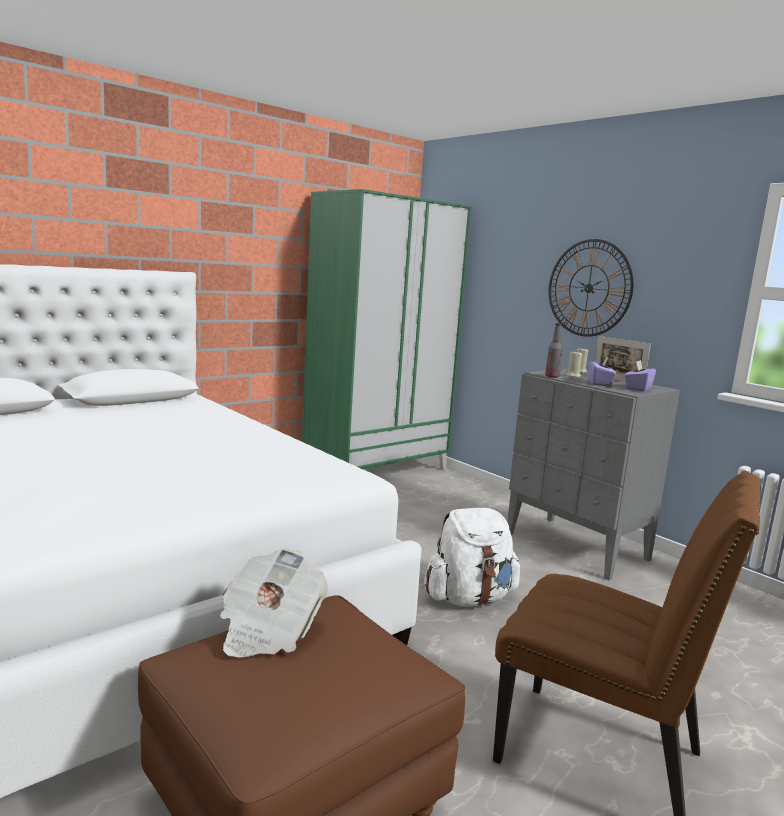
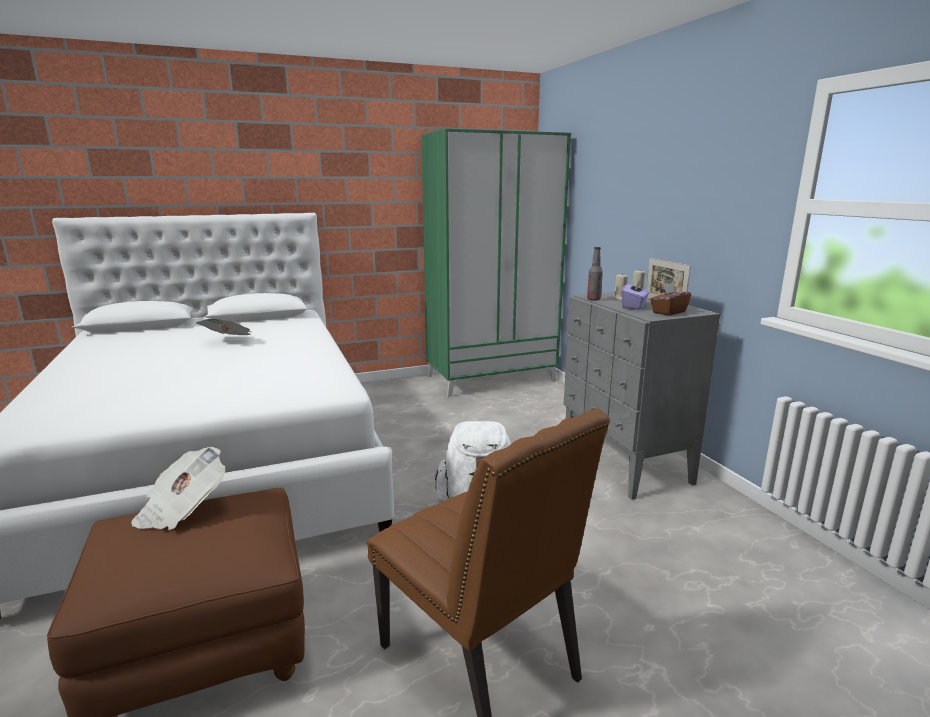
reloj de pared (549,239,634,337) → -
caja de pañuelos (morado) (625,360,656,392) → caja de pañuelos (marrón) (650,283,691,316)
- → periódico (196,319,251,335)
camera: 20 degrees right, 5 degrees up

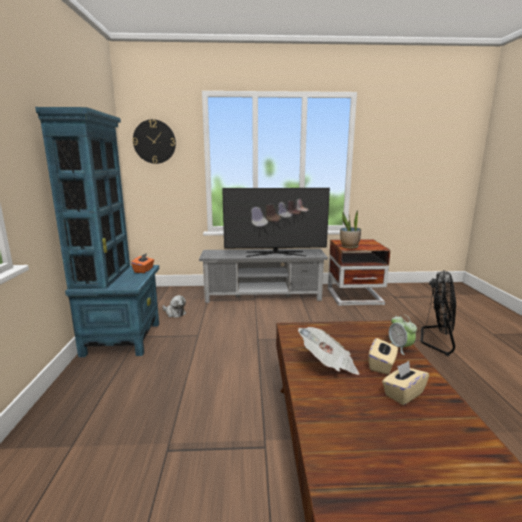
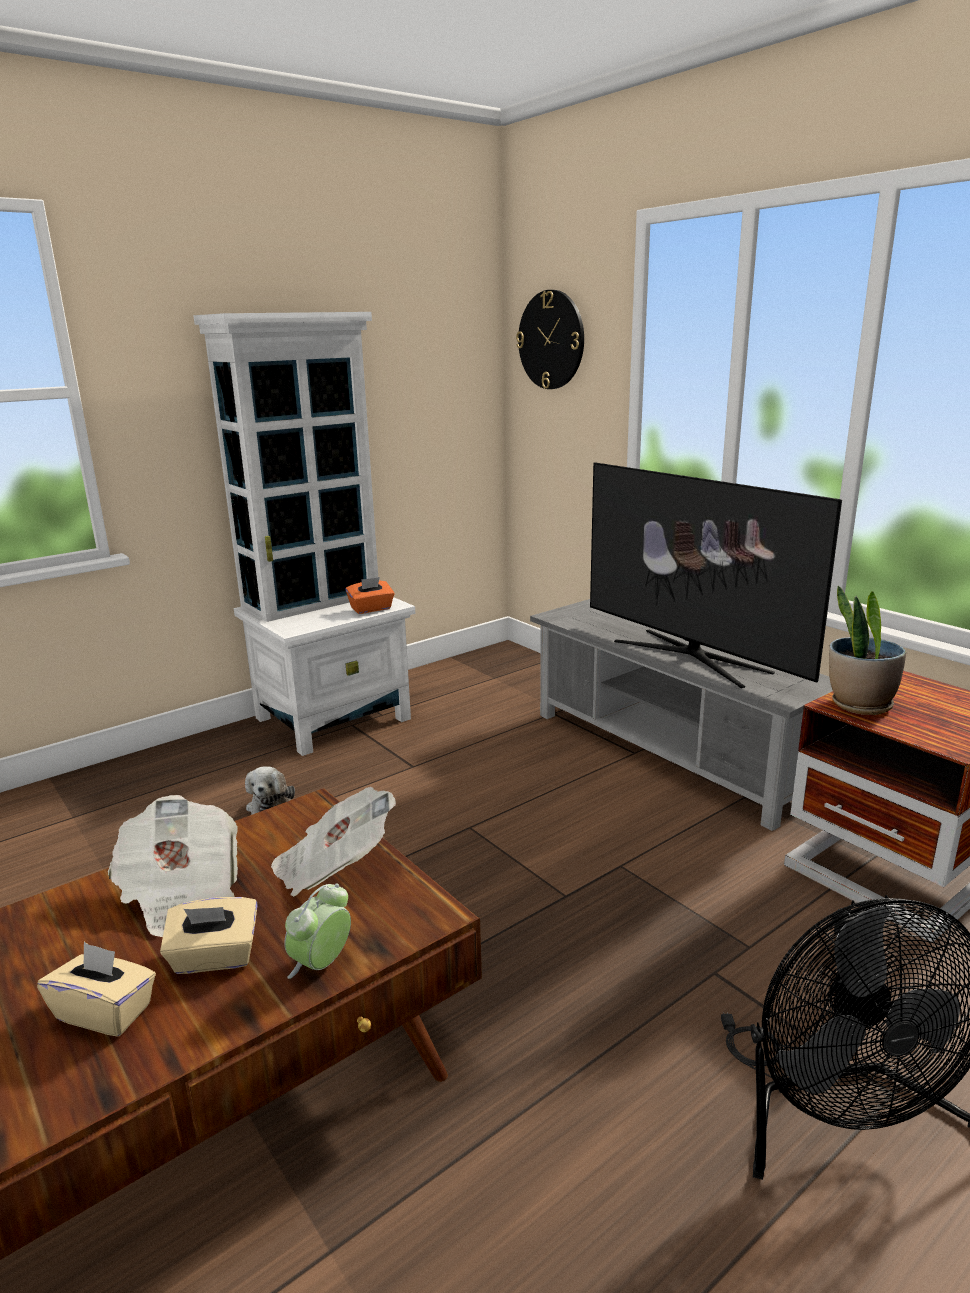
armario (azul) (35,107,159,357) → armario (blanco) (193,312,415,756)
peluche (162,295,186,318) → peluche (245,766,295,815), moved
- → periódico (271,787,396,897)
camera: 55 degrees right, 5 degrees up

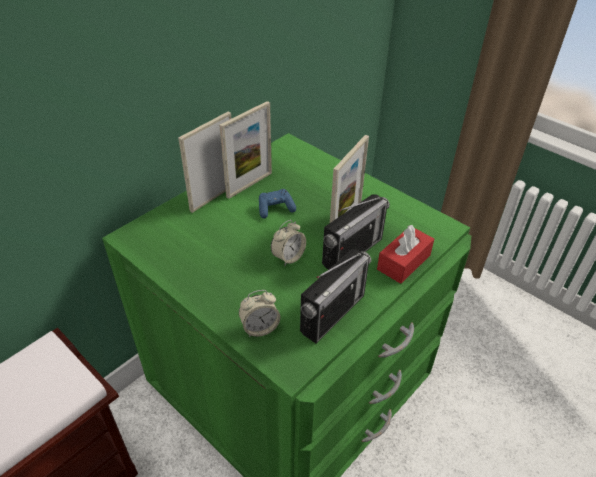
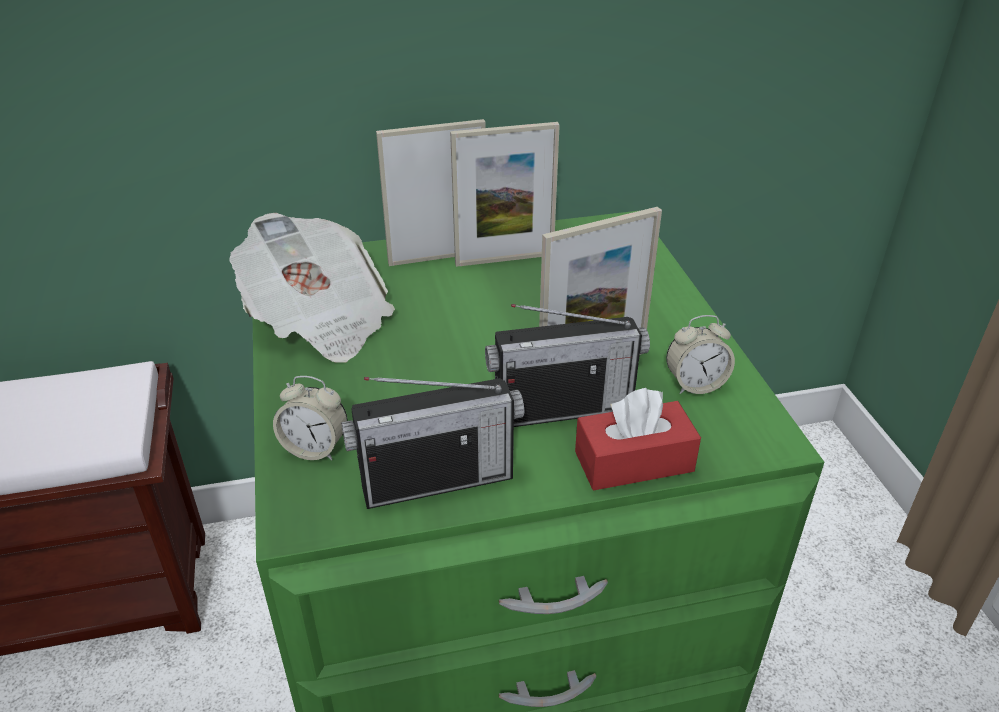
mando de consola (azul) (259,189,296,219) → -
despertador (271,220,306,266) → despertador (666,315,735,394), moved
- → periódico (229,213,395,363)
camera: 35 degrees right, 5 degrees down

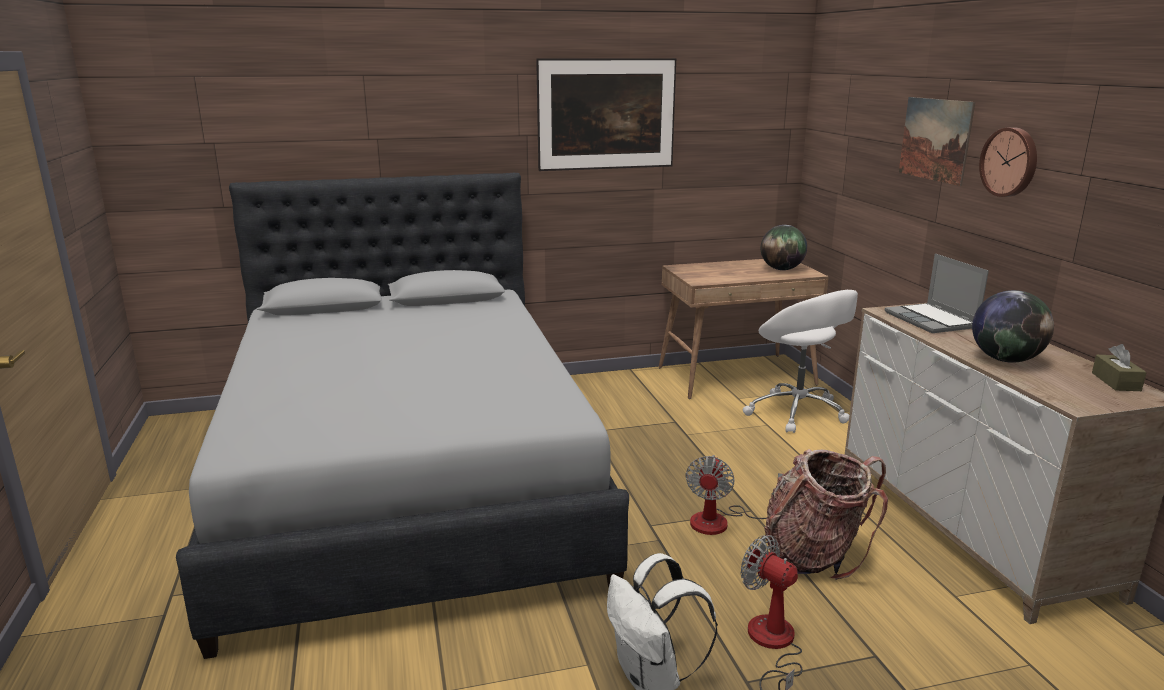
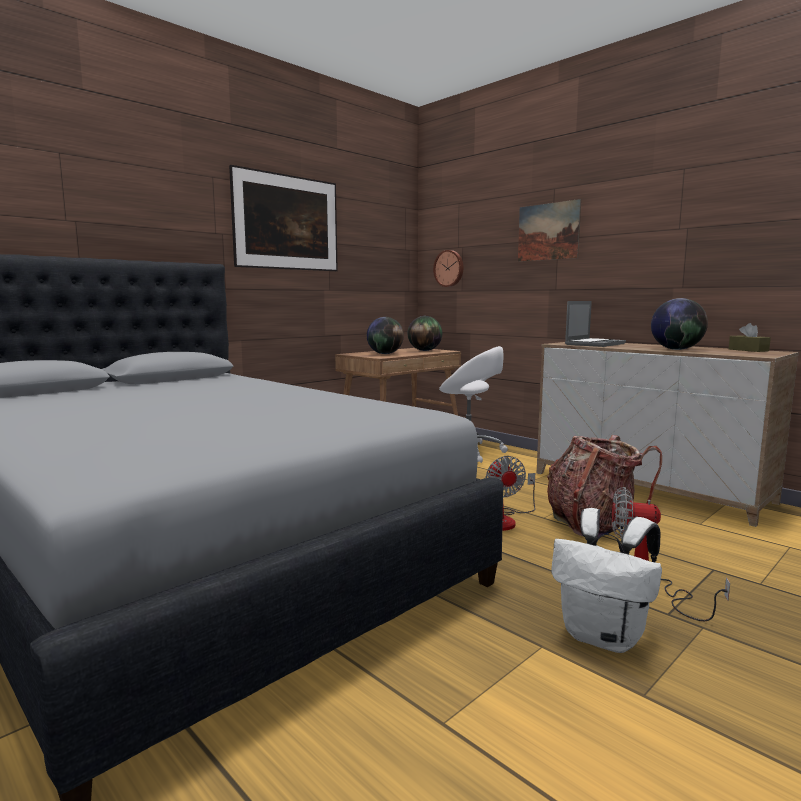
portátil (885,253,989,333) → portátil (565,301,626,347), 90 degrees counterclockwise
reloj de pared (979,127,1037,197) → reloj de pared (433,250,463,287), moved
- → globo terráqueo (367,317,404,354)
camera: 30 degrees left, 10 degrees down

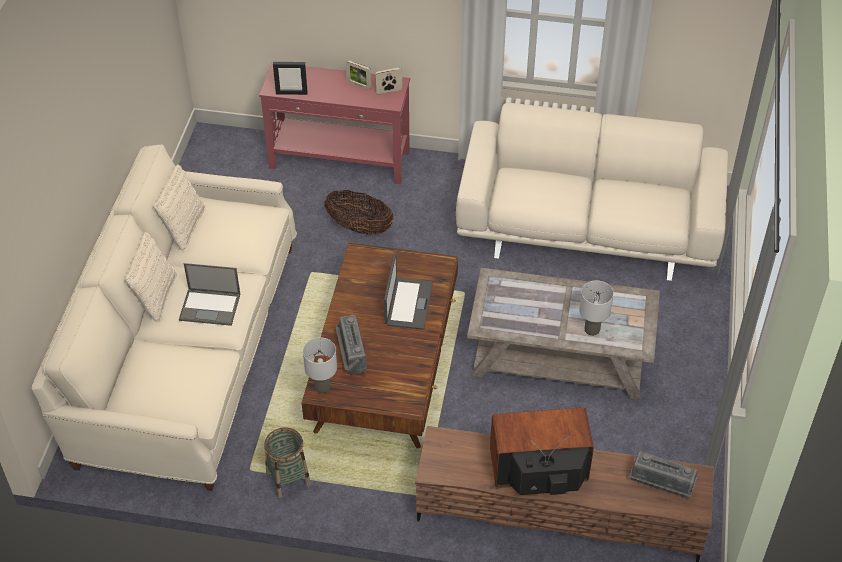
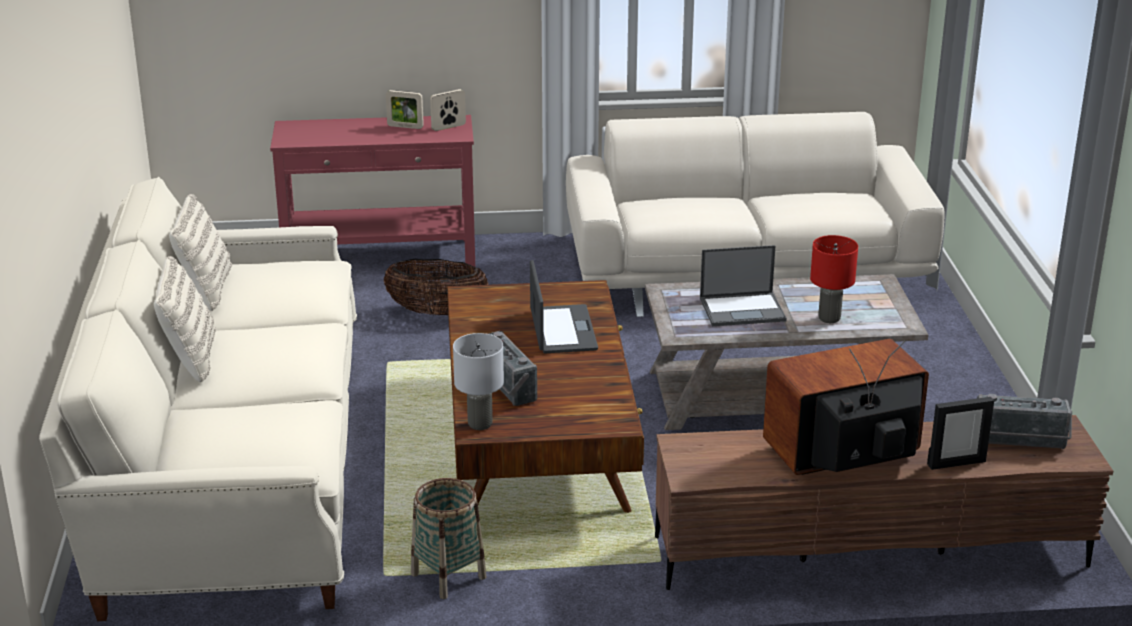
portátil (179,263,240,326) → portátil (700,245,787,326), moved
portarretratos (273,62,308,95) → portarretratos (927,397,994,470), moved
lámpara de mesa (blanco) (579,281,614,336) → lámpara de mesa (rojo) (810,235,858,323)
camera: 15 degrees left, 20 degrees down

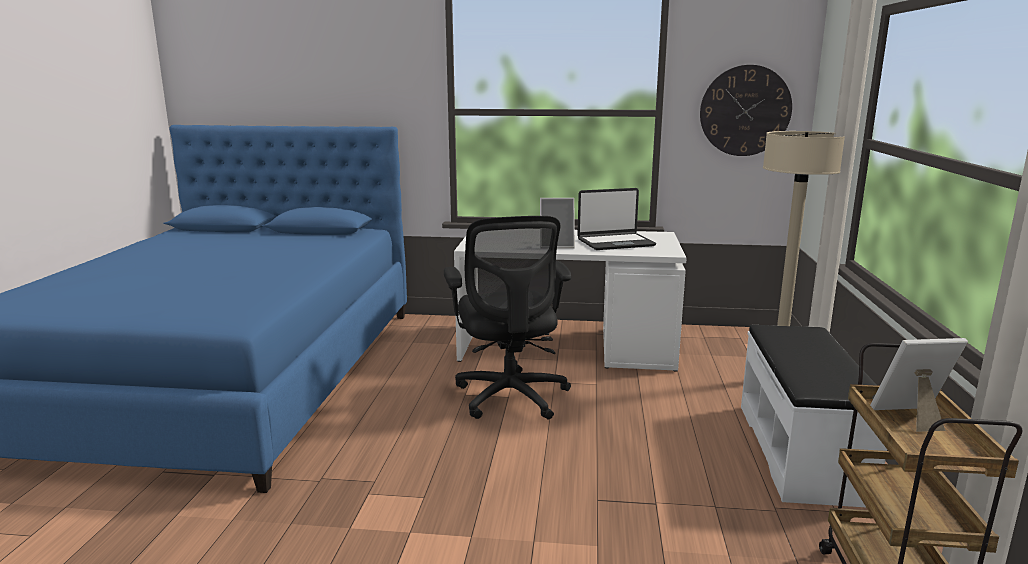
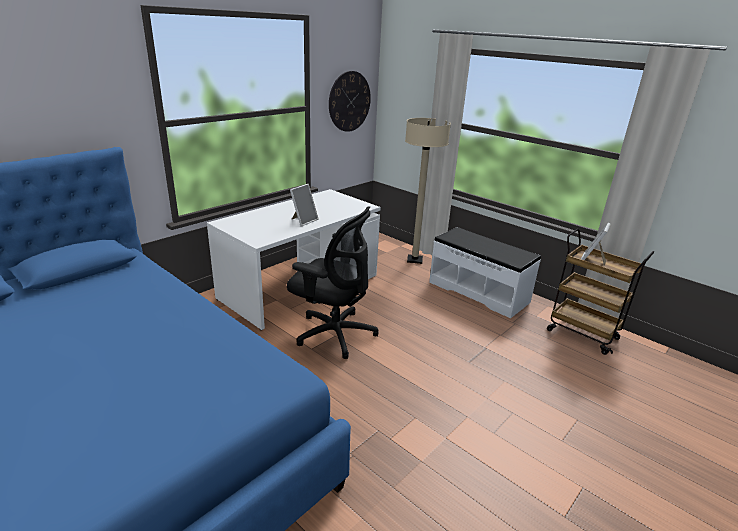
portátil (577,188,656,250) → -
camera: 55 degrees left, 10 degrees up

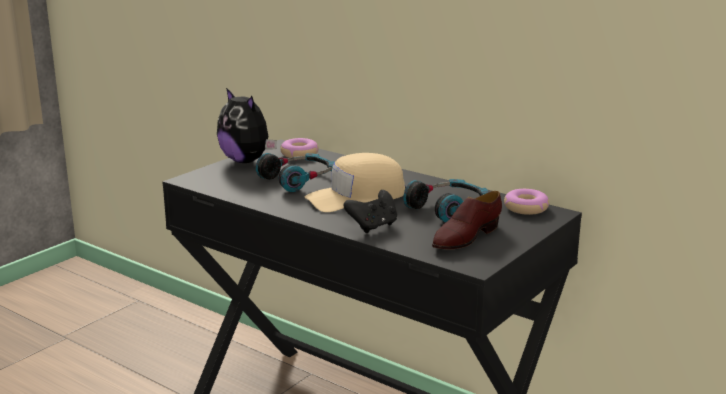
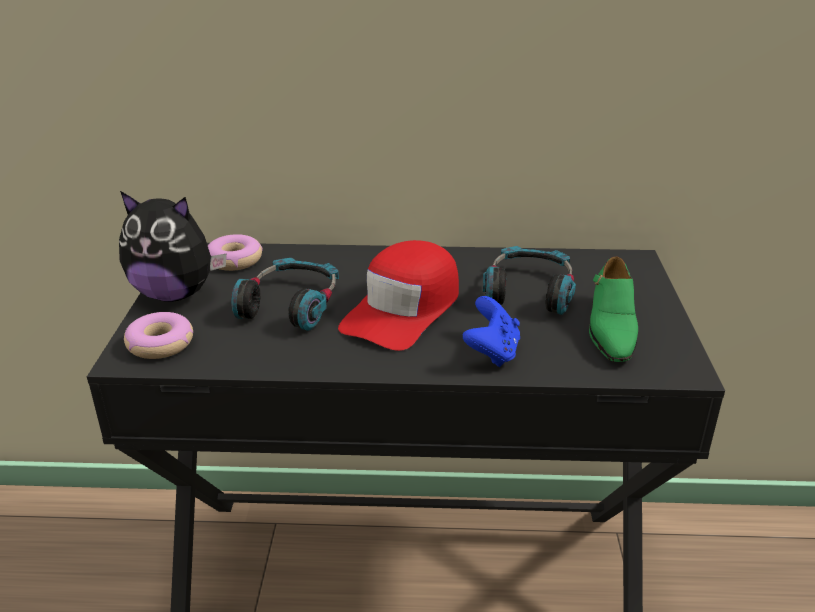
gorra (beis) (305,153,406,212) → gorra (rojo) (338,240,459,351)
mando de consola (negro) (344,190,397,233) → mando de consola (azul) (463,296,520,367)
zapato (marrón) (432,191,502,249) → zapato (verde) (589,256,638,362)
rosquilla (504,189,549,215) → rosquilla (124,312,193,359), moved
camera: 35 degrees left, 10 degrees up

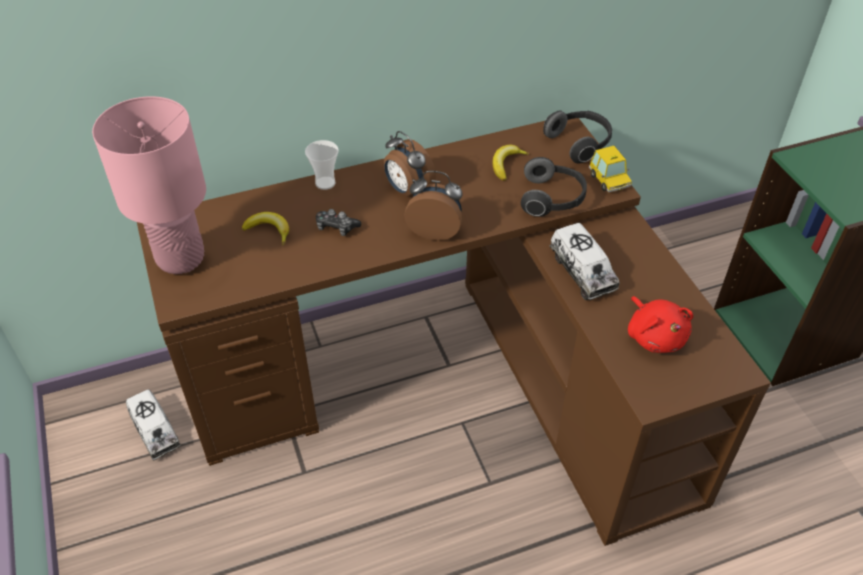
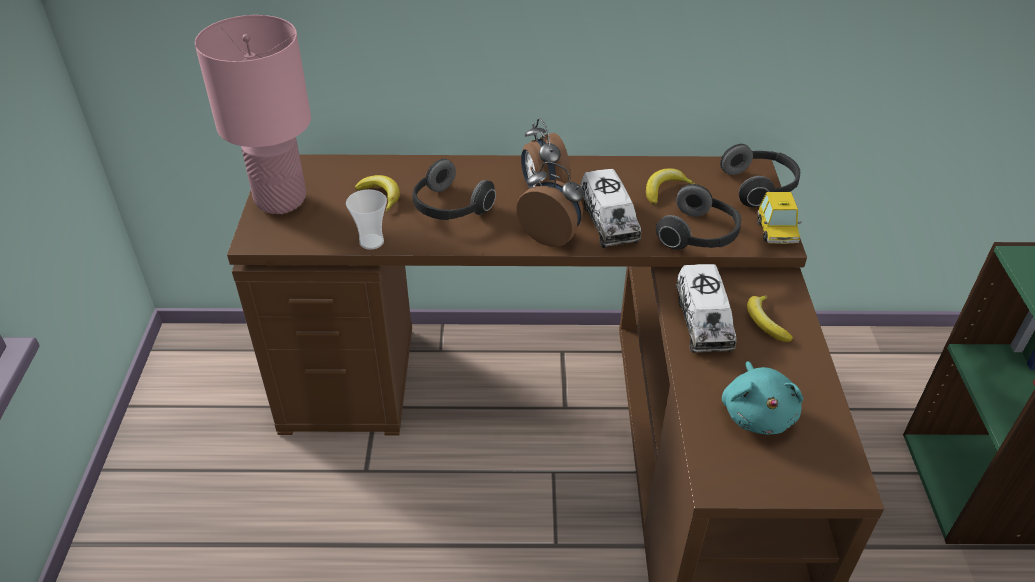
camión de juguete (126,389,181,460) → camión de juguete (580,169,641,248), moved
taza (305,140,339,190) → taza (346,189,387,250), moved
mando de consola (316,209,361,236) → auriculares (412,159,496,220)
peluche (rojo) (628,296,693,353) → peluche (turquesa) (722,361,803,435)
- → plátano (747,295,793,342)
camera: 20 degrees right, 5 degrees down

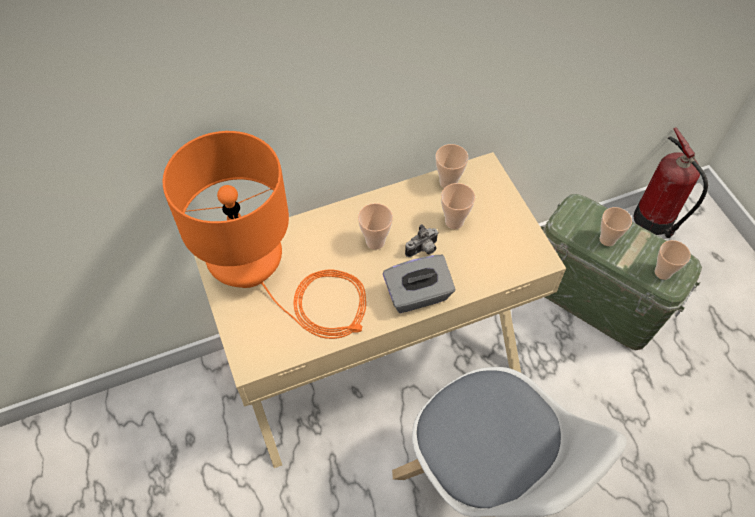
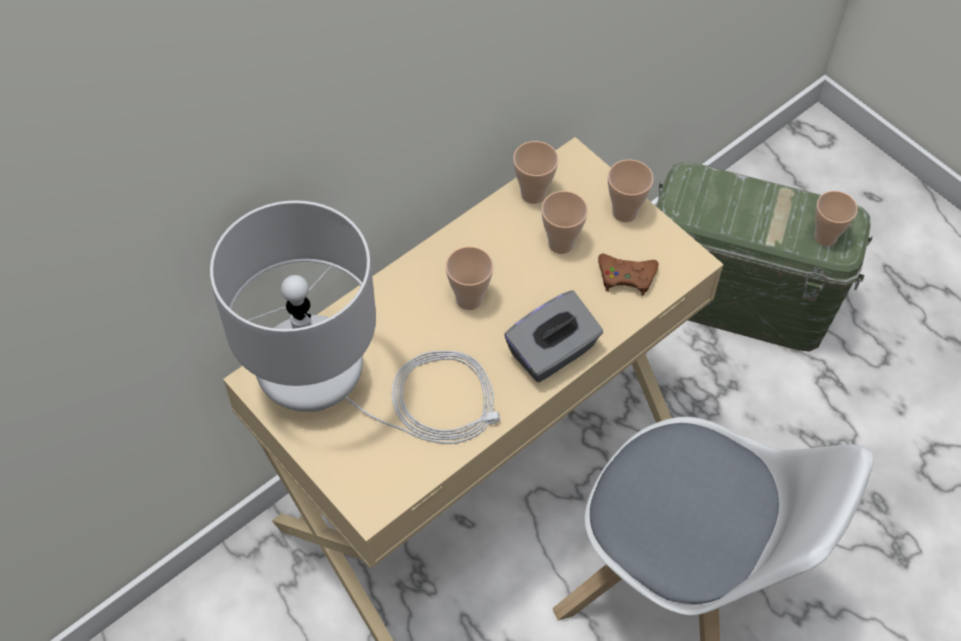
lámpara de mesa (naranja) (163,131,366,339) → lámpara de mesa (blanco) (210,200,500,444)
cámara (405,224,439,257) → -
taza (600,207,632,246) → taza (608,159,654,222), moved
extintor (634,127,708,238) → -
- → mando de consola (marrón) (598,254,659,296)
camera: 20 degrees left, 0 degrees up

